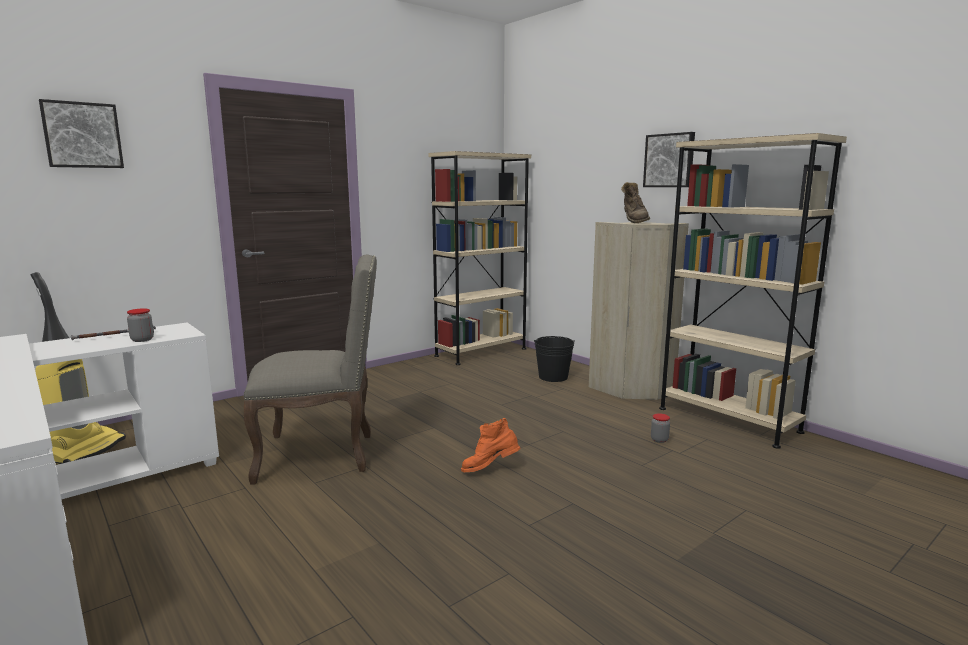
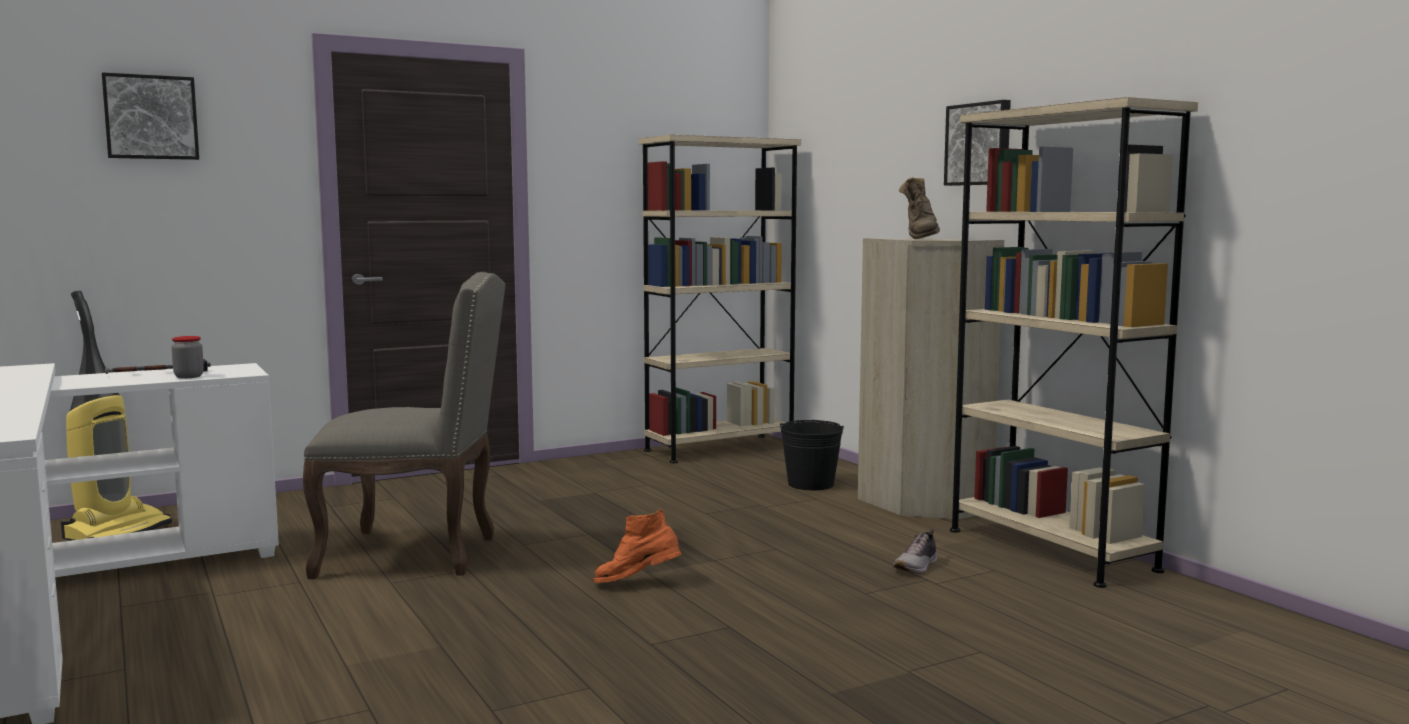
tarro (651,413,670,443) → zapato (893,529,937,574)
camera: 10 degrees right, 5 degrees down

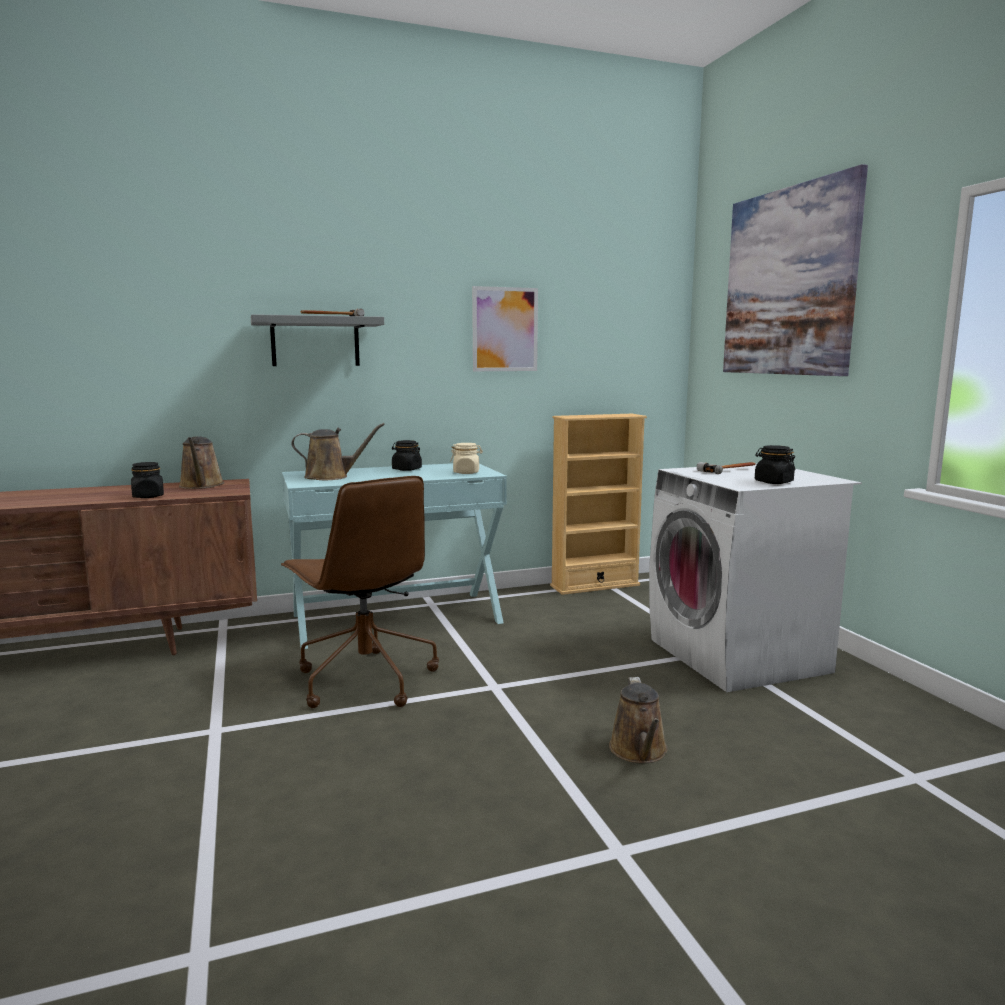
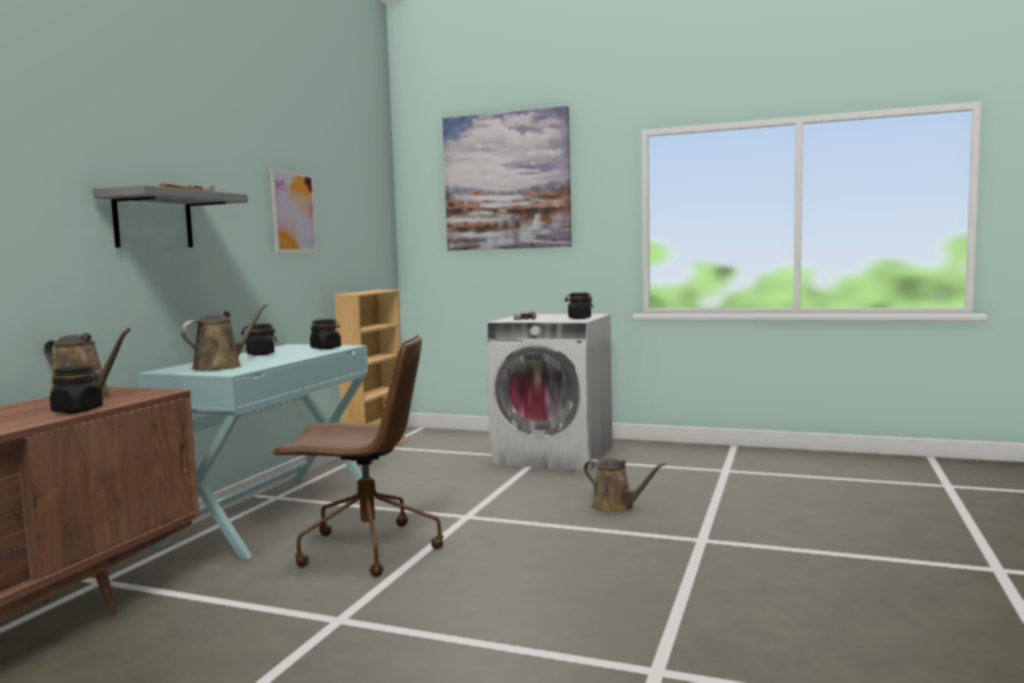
tarro (beis) (450,443,483,474) → tarro (negro) (310,319,341,349)
camera: 50 degrees left, 5 degrees down

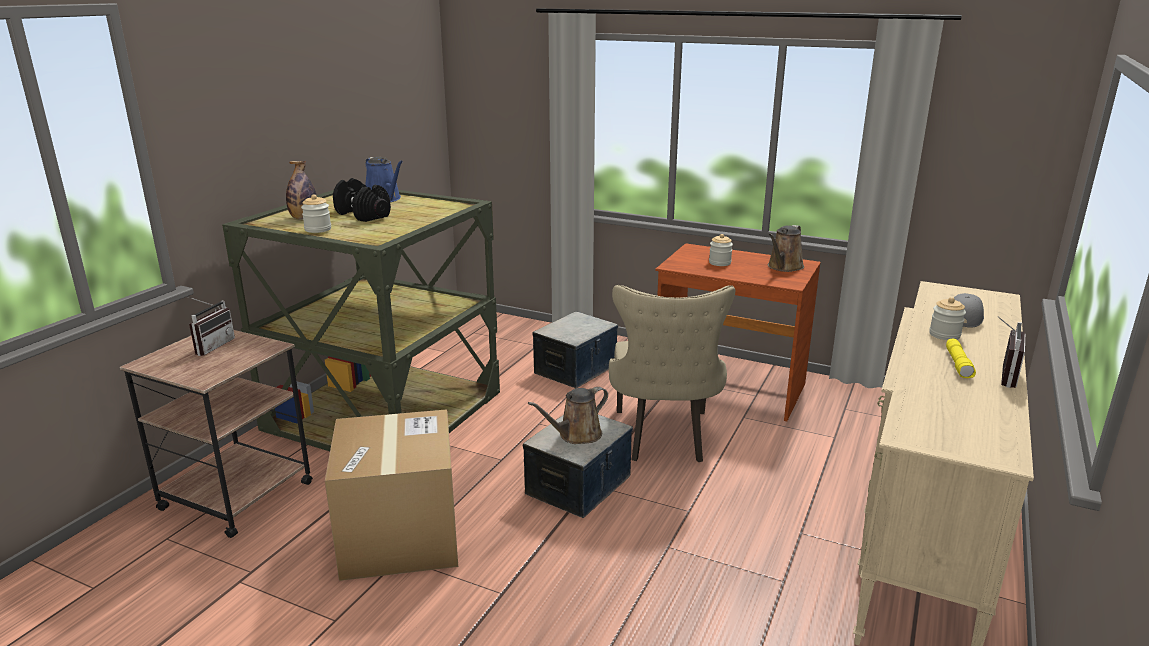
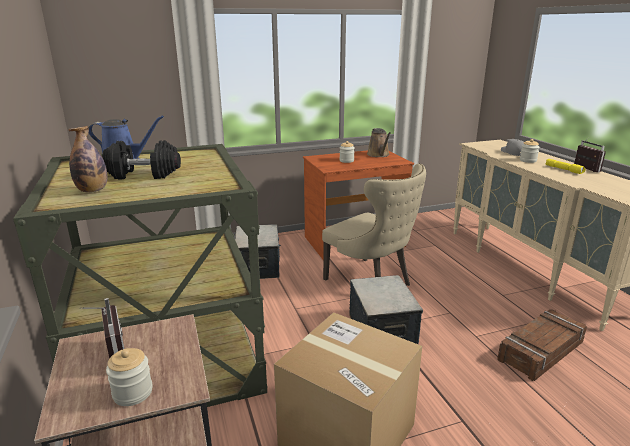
tarro (301,194,331,233) → tarro (106,348,153,406), moved
regadera (marrón) (528,387,608,444) → -
- → caja de embalaje (497,309,587,381)
camera: 45 degrees left, 0 degrees up

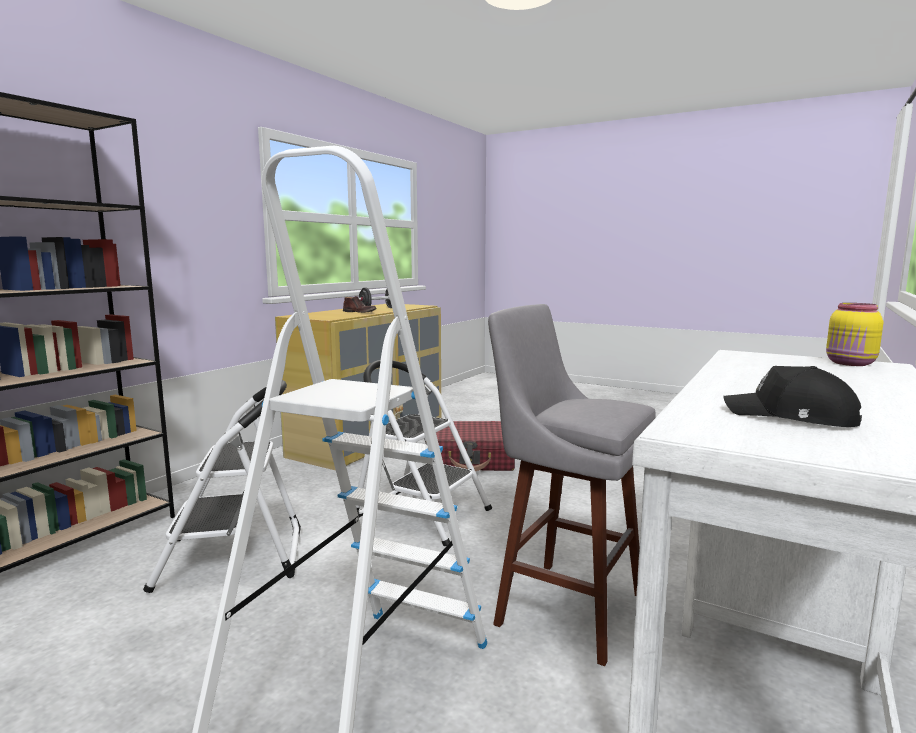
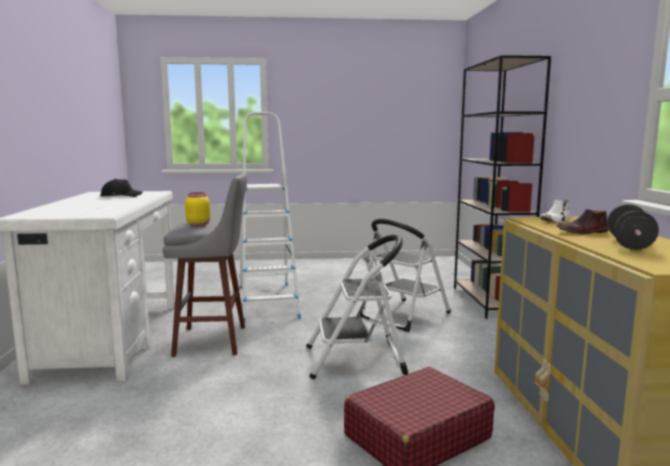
tarro (amarillo) (826,303,883,366) → tarro (amarillo) (185,192,210,226), moved
- → zapato (blanco) (540,200,571,222)
camera: 145 degrees right, 0 degrees up

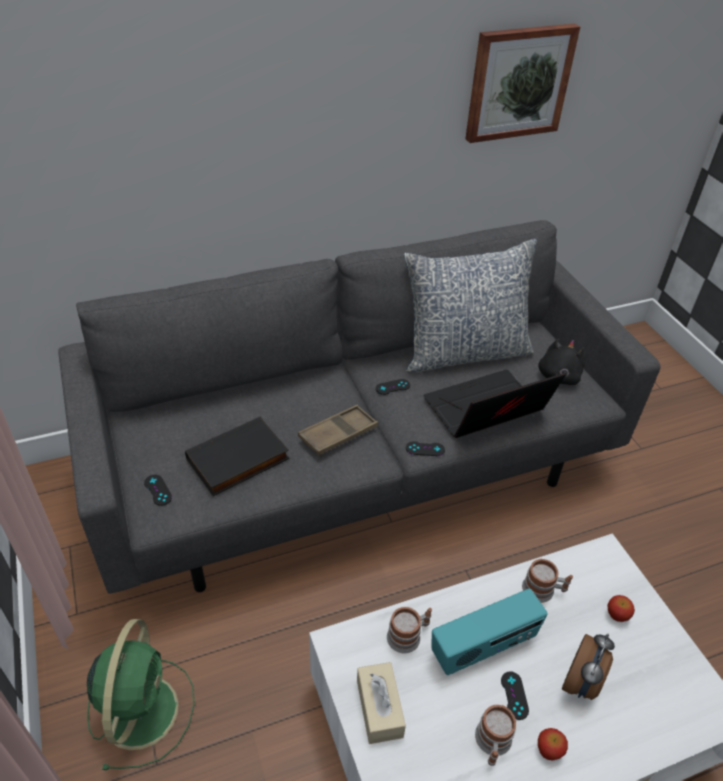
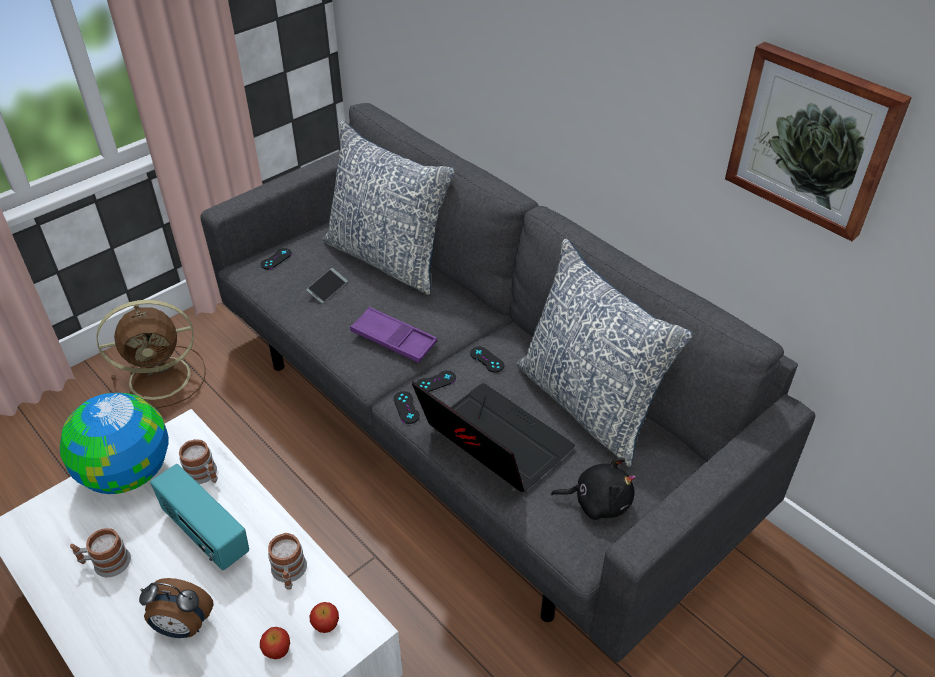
ventilador (verde) (87,619,195,770) → ventilador (marrón) (97,300,206,409)
libro (negro) (185,417,289,496) → móvil (306,268,347,304)
bandeja (marrón) (298,405,378,456) → bandeja (morado) (350,307,437,363)
caja de pañuelos (beis) (357,662,406,744) → globo terráqueo (60,393,169,494)
mando de consola (negro) (501,671,529,720) → mando de consola (negro) (416,371,456,392), moved
manzana (538,728,568,761) → manzana (310,602,339,633), moved
- → cojín (323,121,455,295)
camera: 70 degrees right, 0 degrees up

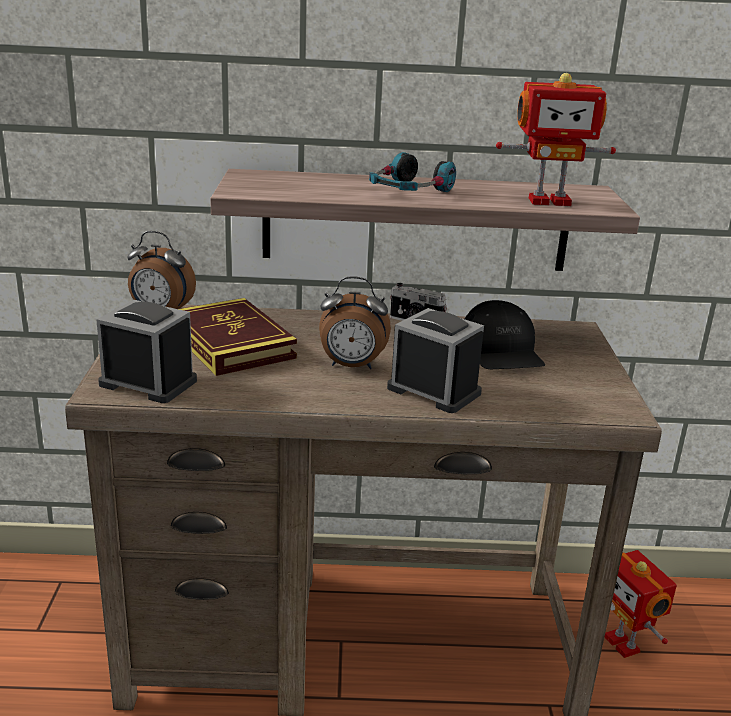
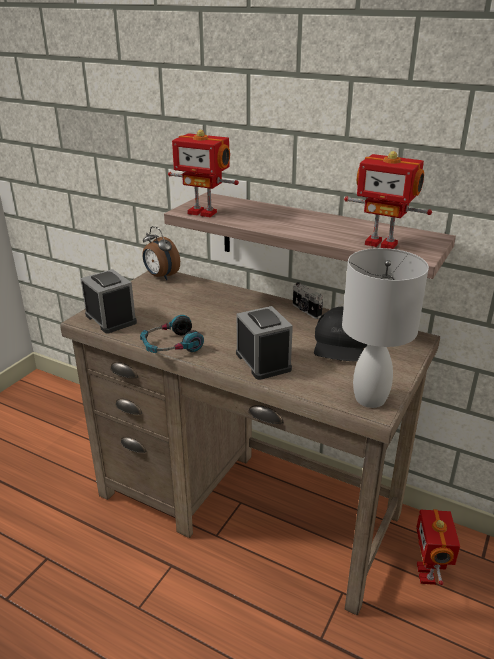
libro (179,298,297,376) → -
despertador (319,277,391,369) → -
auriculares (369,152,456,192) → auriculares (140,315,204,353), moved
- → robot de juguete (168,130,239,217)
- → lámpara de mesa (blanco) (342,248,429,408)
camera: 30 degrees right, 5 degrees up

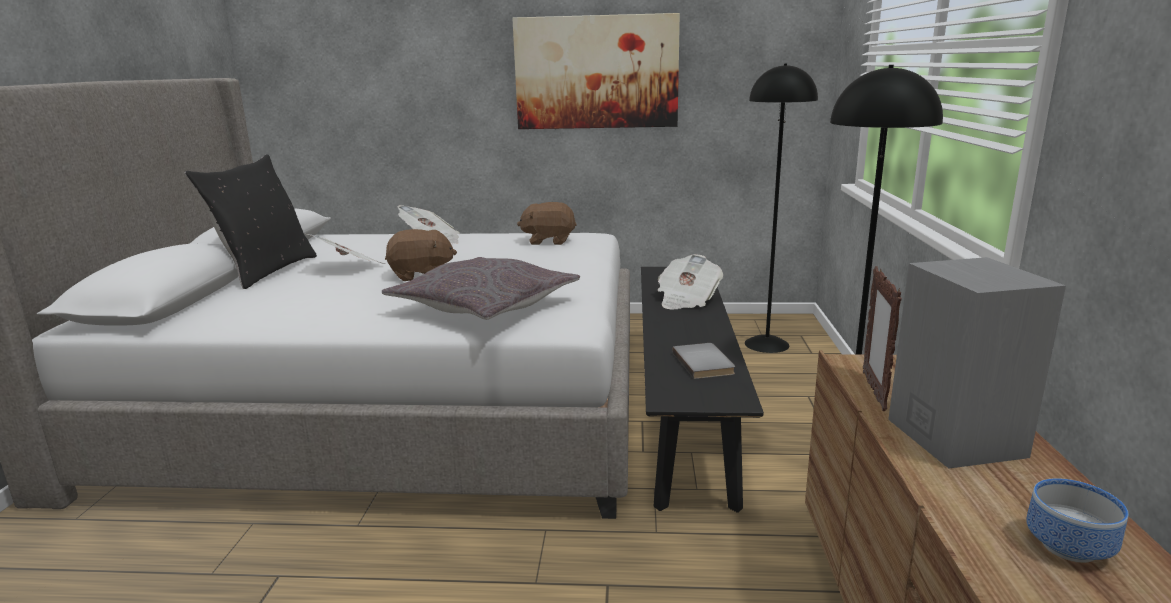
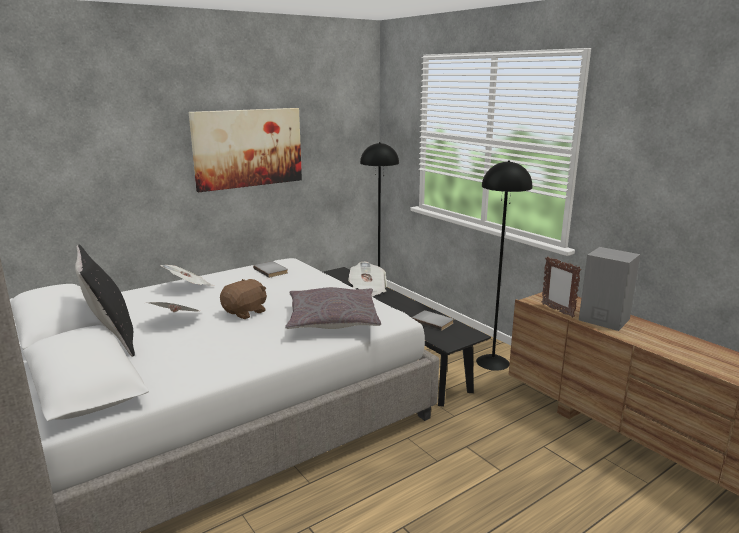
peluche (marrón) (517,202,577,245) → libro (gris) (253,261,288,278)
cuenco (1026,478,1129,563) → -
camera: 40 degrees left, 0 degrees up

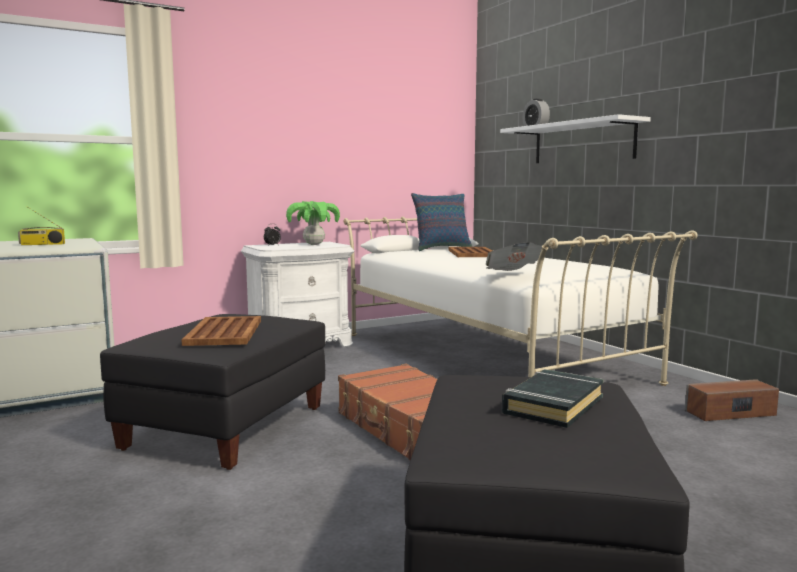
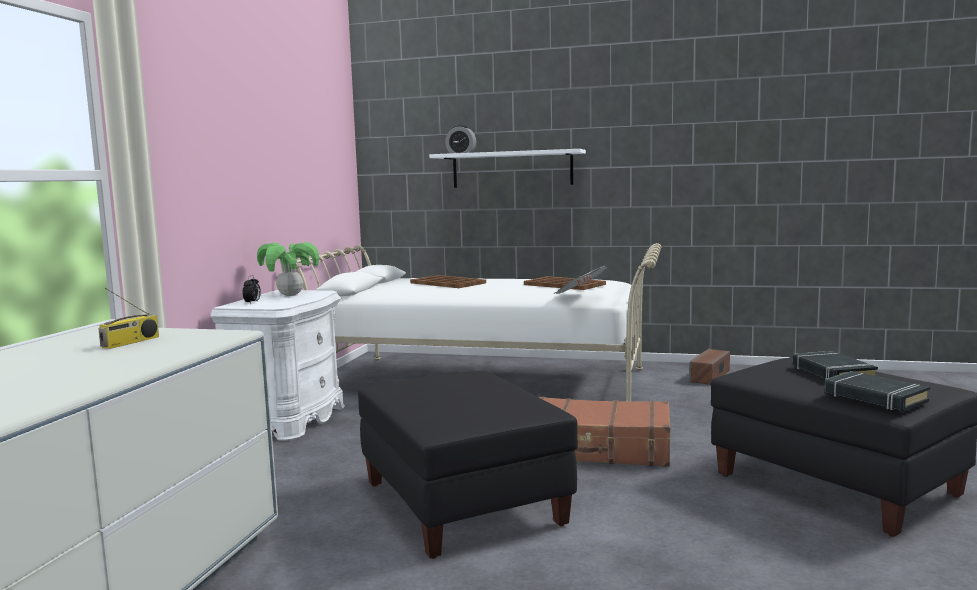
bandeja (marrón) (182,316,261,346) → bandeja (marrón) (524,276,606,290), moved
cojín (azul) (411,193,472,251) → -
- → libro (negro) (824,371,930,412)
camera: 45 degrees left, 0 degrees up

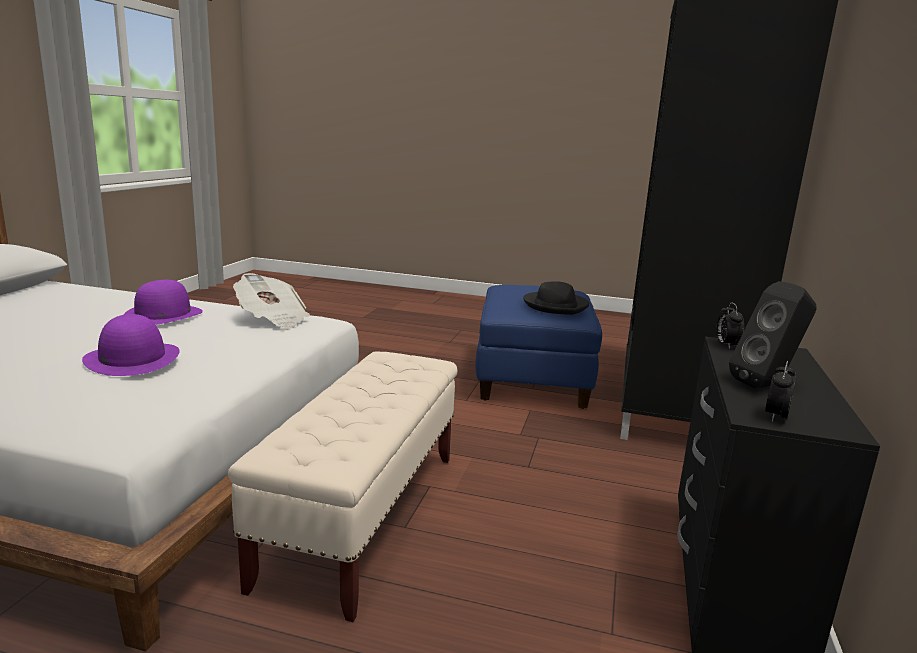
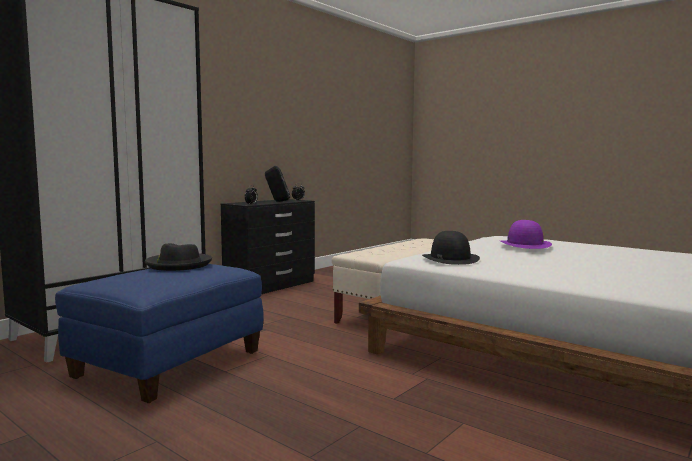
sombrero (morado) (123,280,203,325) → -
periódico (233,273,310,330) → sombrero (negro) (422,231,480,265)
camera: 155 degrees left, 10 degrees down

